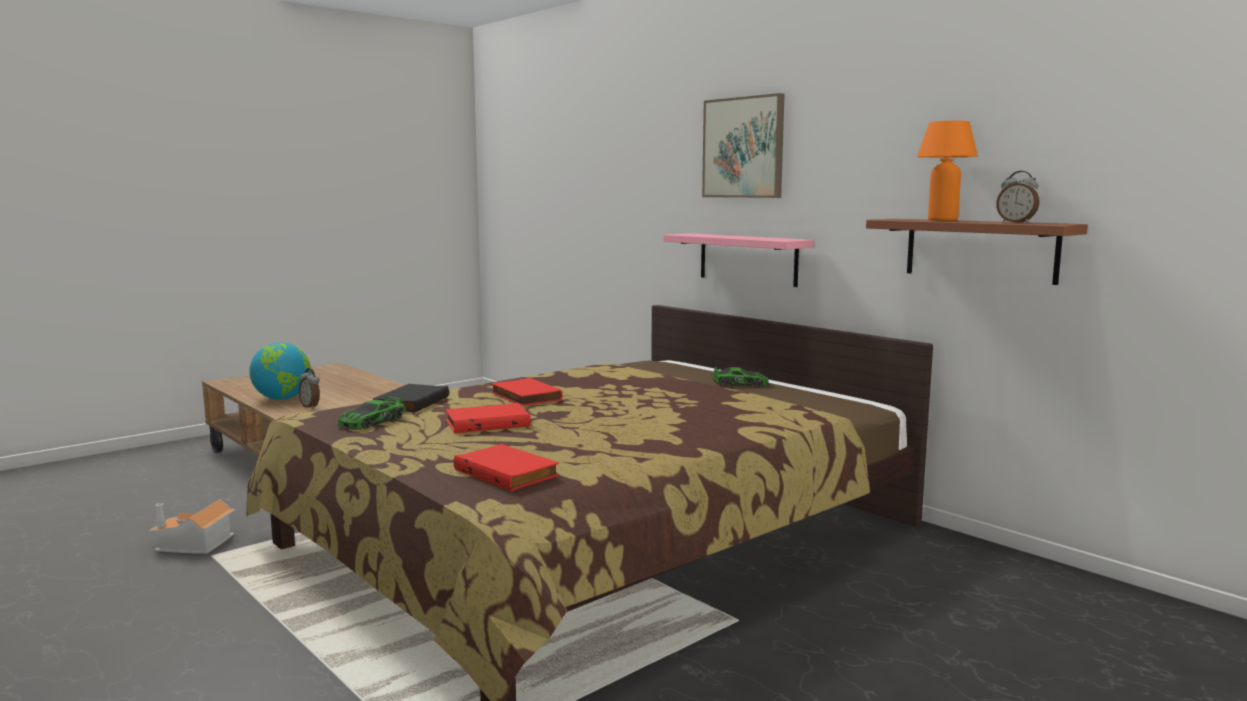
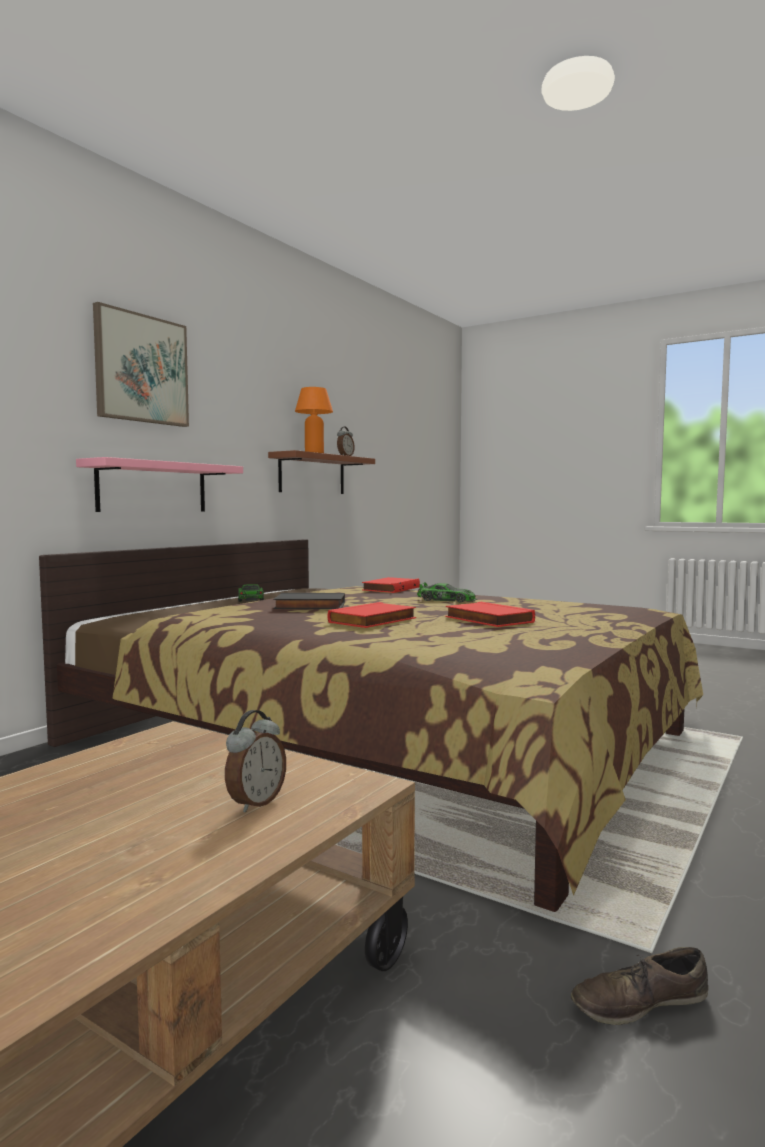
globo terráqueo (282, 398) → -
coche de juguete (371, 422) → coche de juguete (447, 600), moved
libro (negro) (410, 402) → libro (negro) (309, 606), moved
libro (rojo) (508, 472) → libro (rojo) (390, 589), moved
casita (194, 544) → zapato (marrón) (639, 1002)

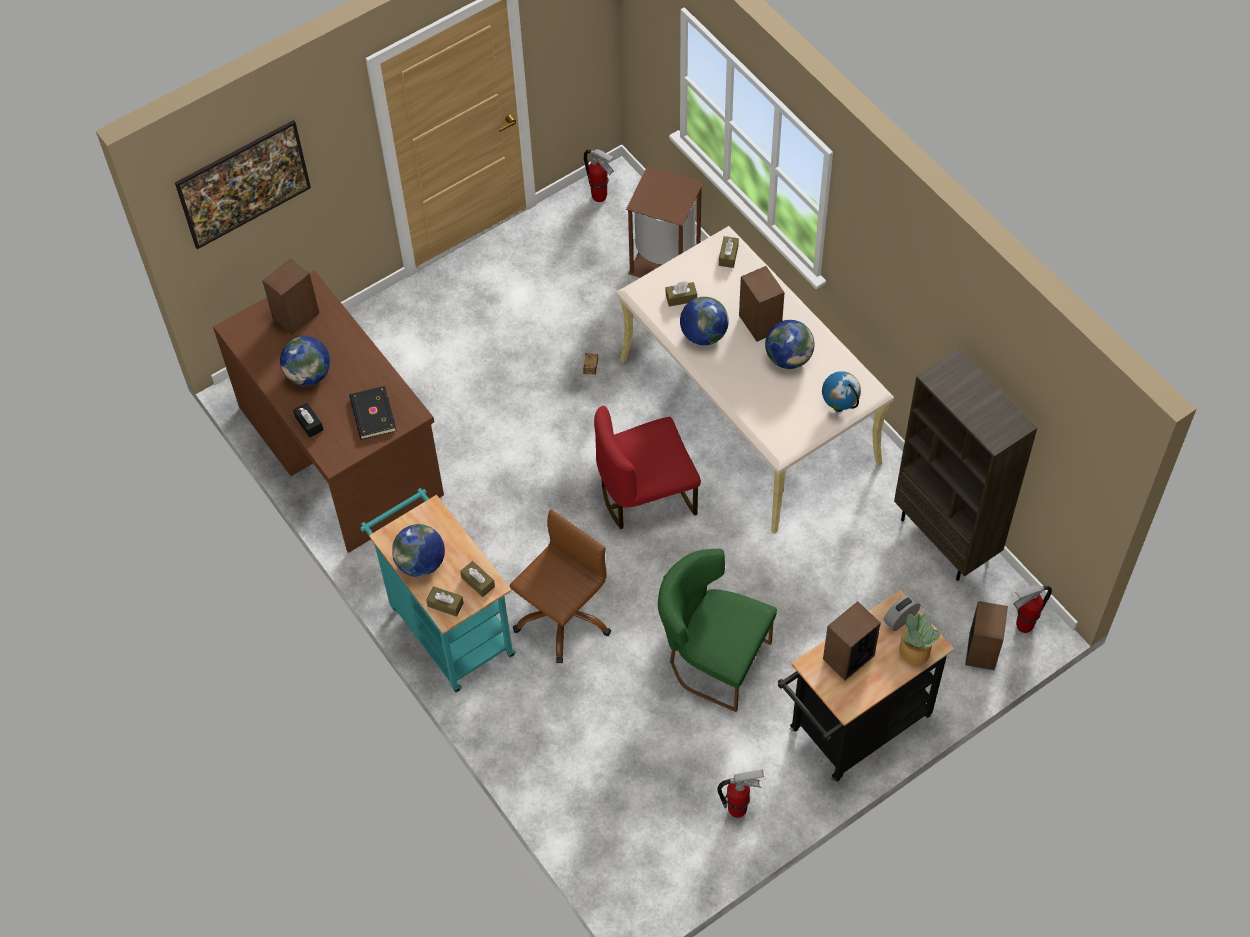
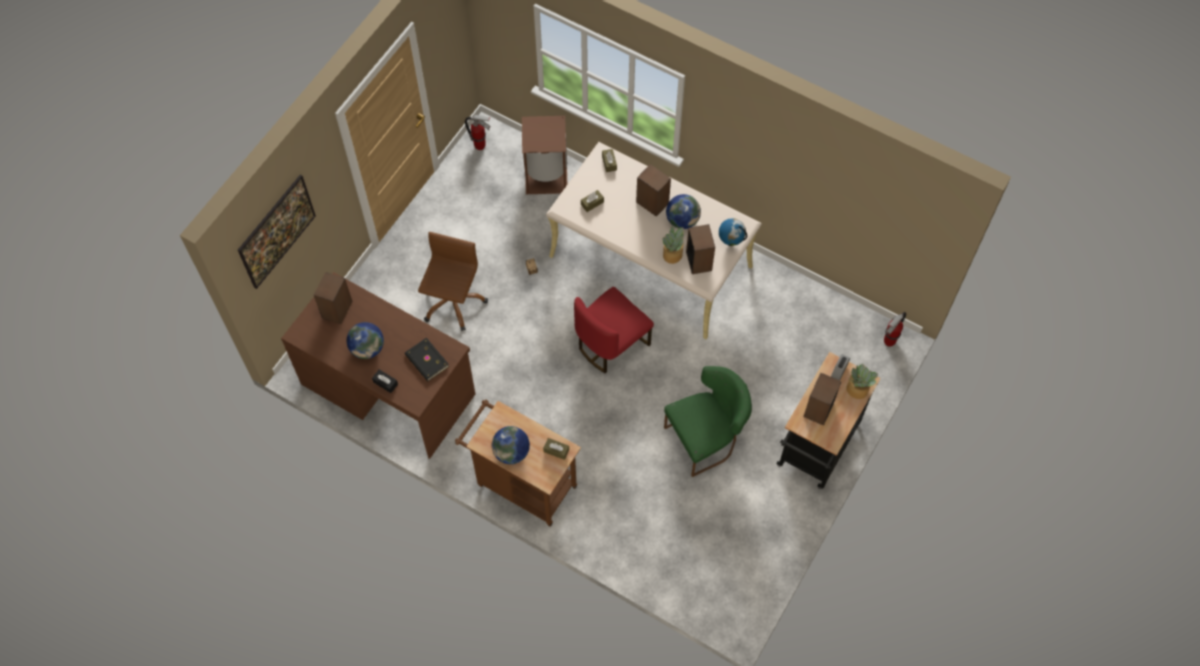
caja de pañuelos (marrón) (445, 604) → -
globo terráqueo (703, 335) → -
extintor (738, 810) → -
estantería (marrón) (946, 539) → -
- → planta en maceta (673, 254)
silla de oficina (marrón) (562, 618) → silla de oficina (marrón) (453, 302), moved
altavoz (982, 651) → altavoz (699, 261), moved
carrito (turquesa) (447, 626) → carrito (marrón) (522, 483)
silla (verde) (712, 659) → silla (verde) (706, 438), 150 degrees clockwise

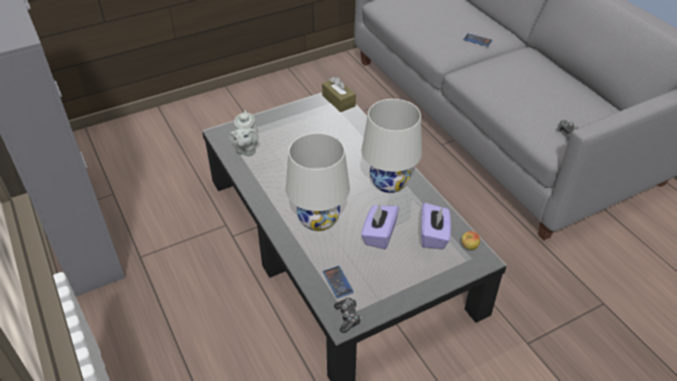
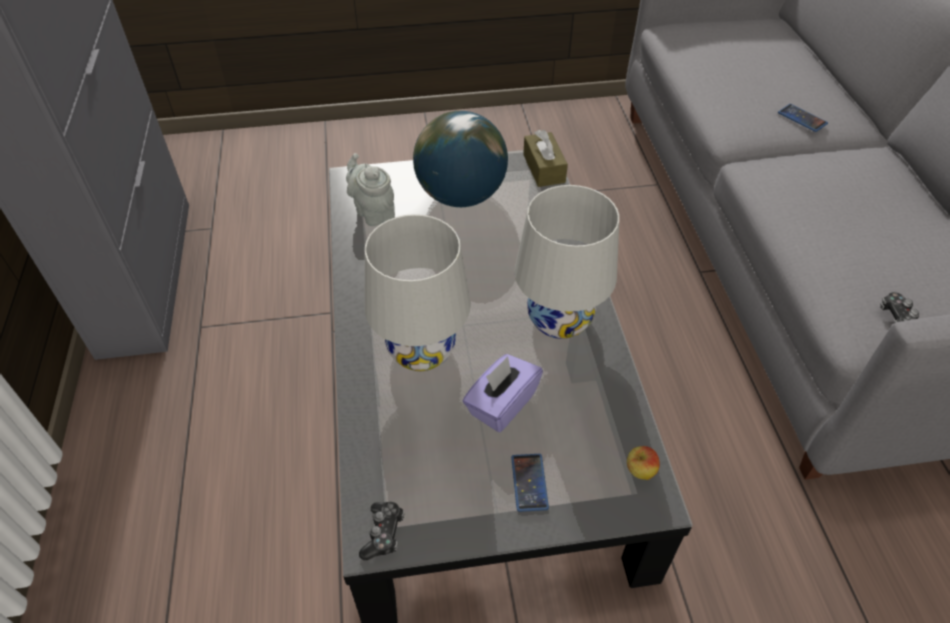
caja de pañuelos (morado) (434, 235) → -
- → globo terráqueo (462, 196)
móvil (338, 282) → móvil (529, 482), moved
tetera (gris) (246, 149) → tetera (gris) (373, 211), 120 degrees clockwise

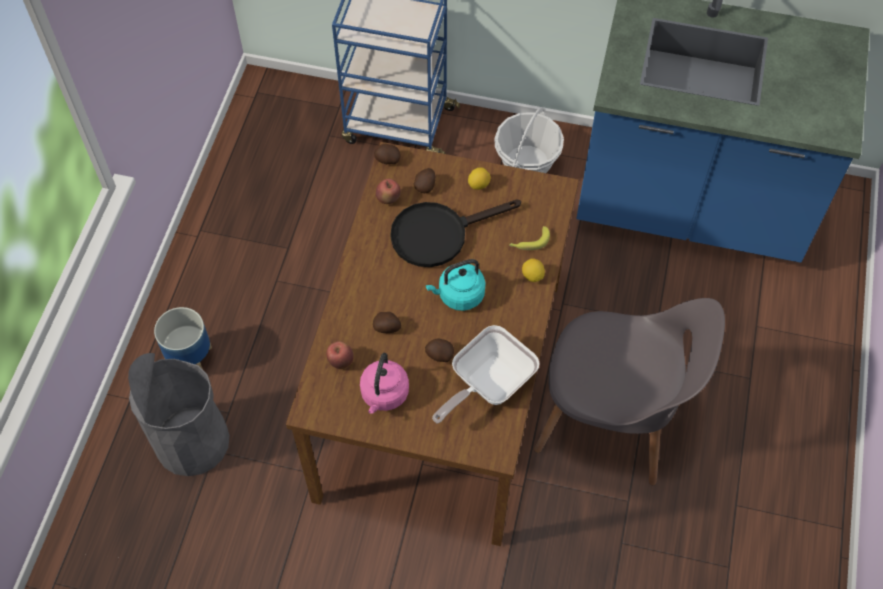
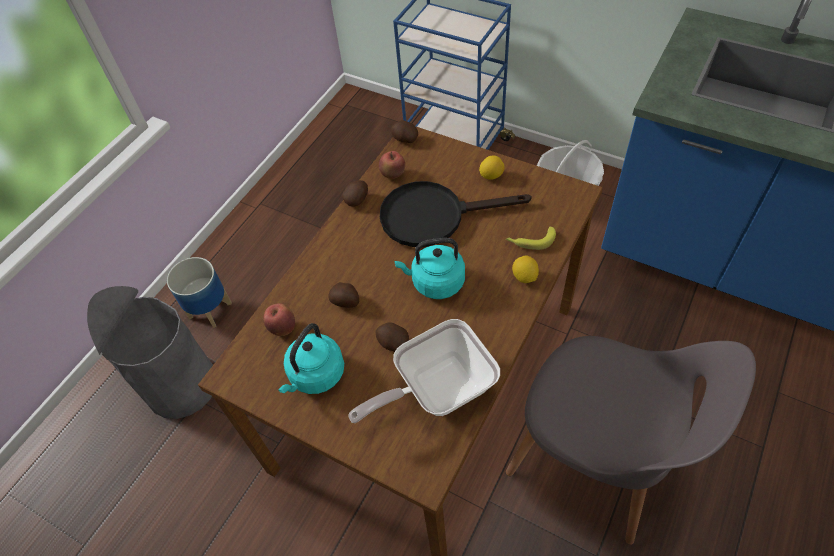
patata (425, 186) → patata (357, 200), moved
hervidor (rosa) (384, 395) → hervidor (turquesa) (315, 375)

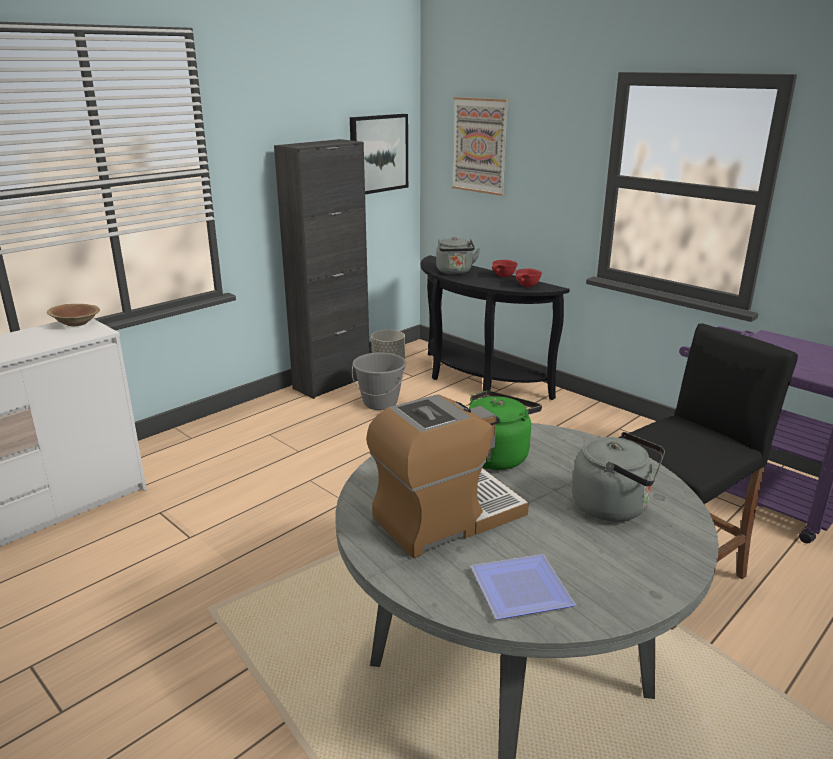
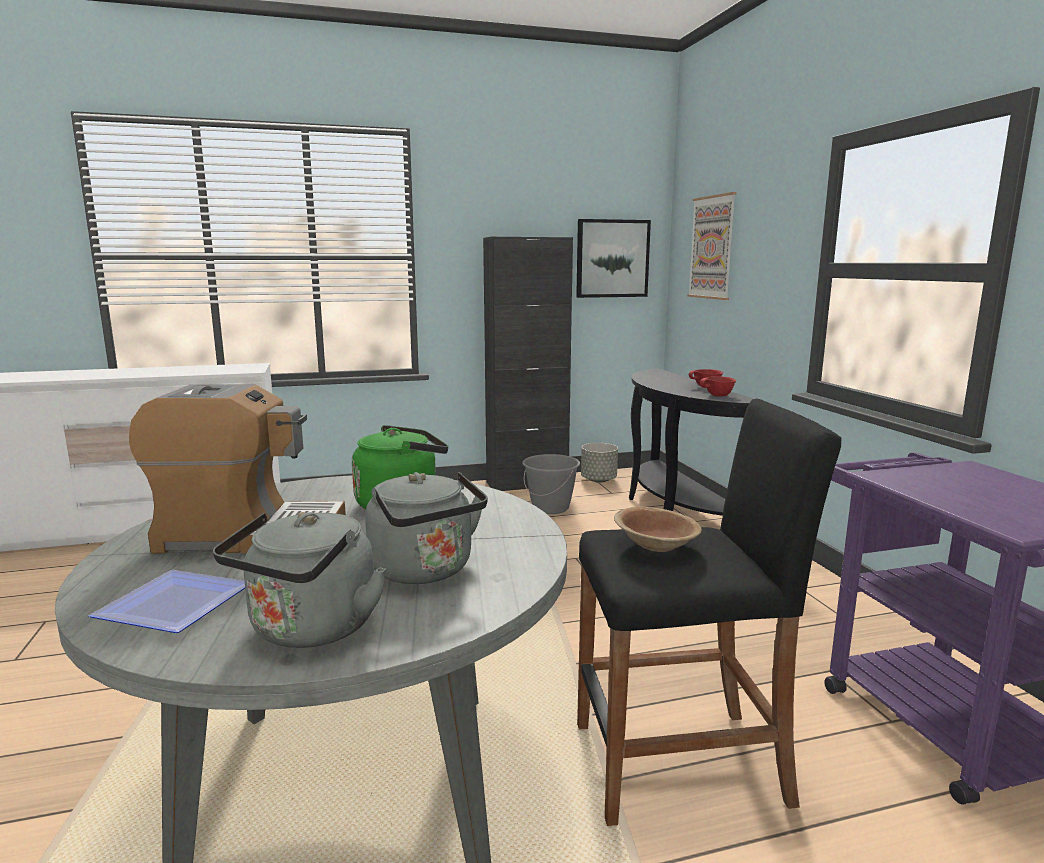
cuenco (marrón) (76, 323) → cuenco (marrón) (656, 546), moved
hervidor (gris) (455, 272) → hervidor (gris) (310, 630), moved

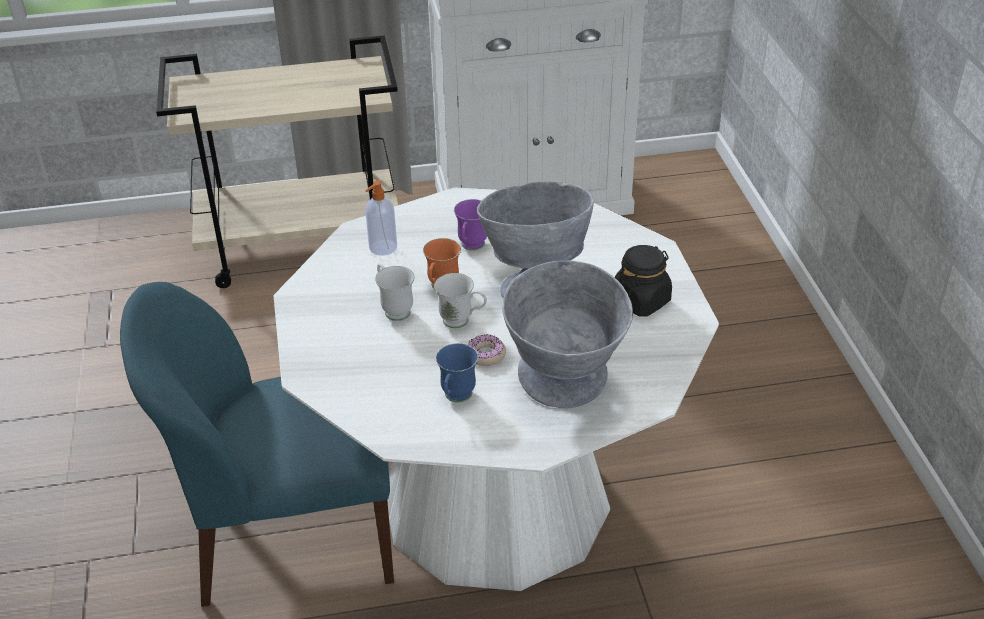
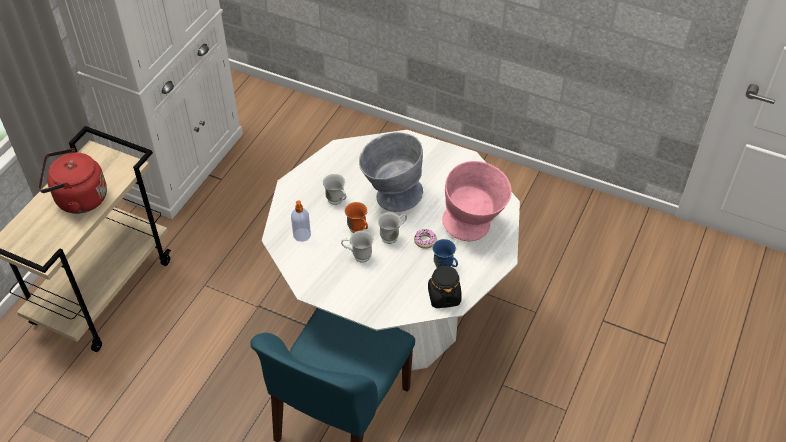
- → hervidor (rojo) (78, 199)
tarro (negro) (641, 301) → tarro (negro) (444, 296), moved
taza grande (morado) (471, 247) → taza grande (blanco) (337, 202)
cuenco (gris) (564, 390) → cuenco (rosa) (474, 228)

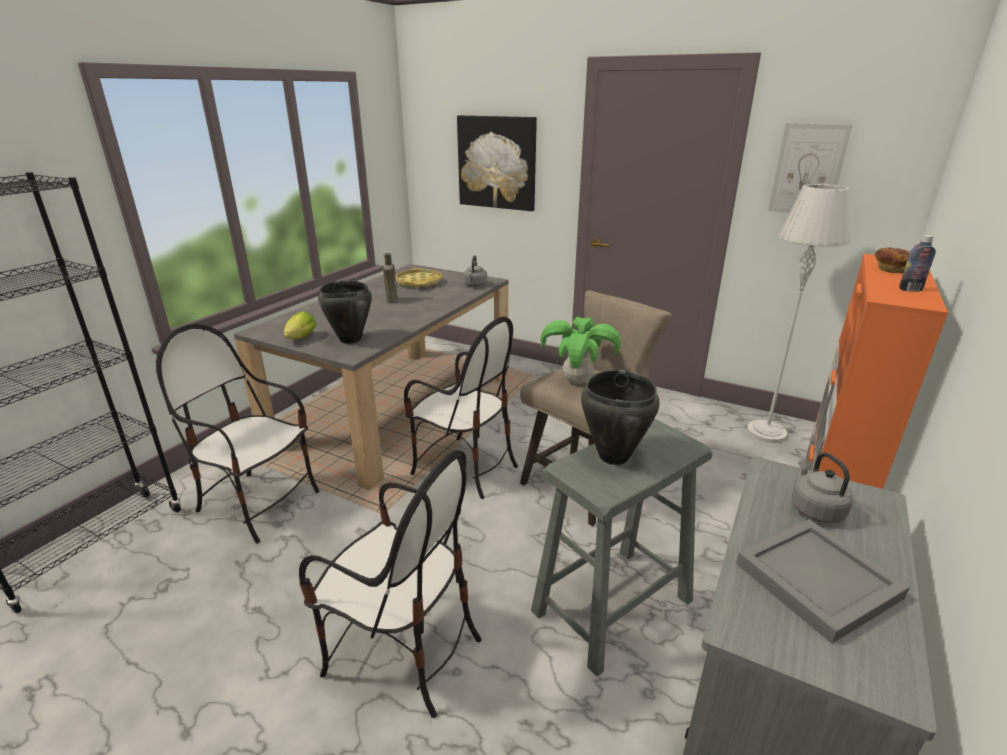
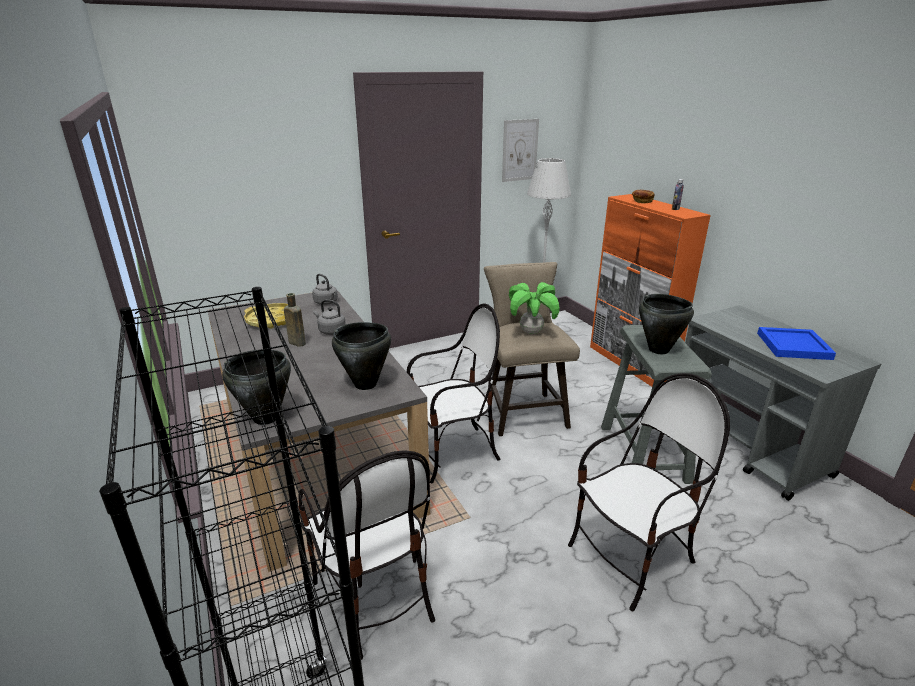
lechuga (300, 339) → -
cuadro (497, 162) → -
- → olla (negro) (266, 418)
hervidor (gris) (815, 509) → hervidor (gris) (331, 331), moved
bandeja (gris) (817, 582) → bandeja (azul) (794, 346)
silla (258, 504) → silla (374, 597), 90 degrees counterclockwise

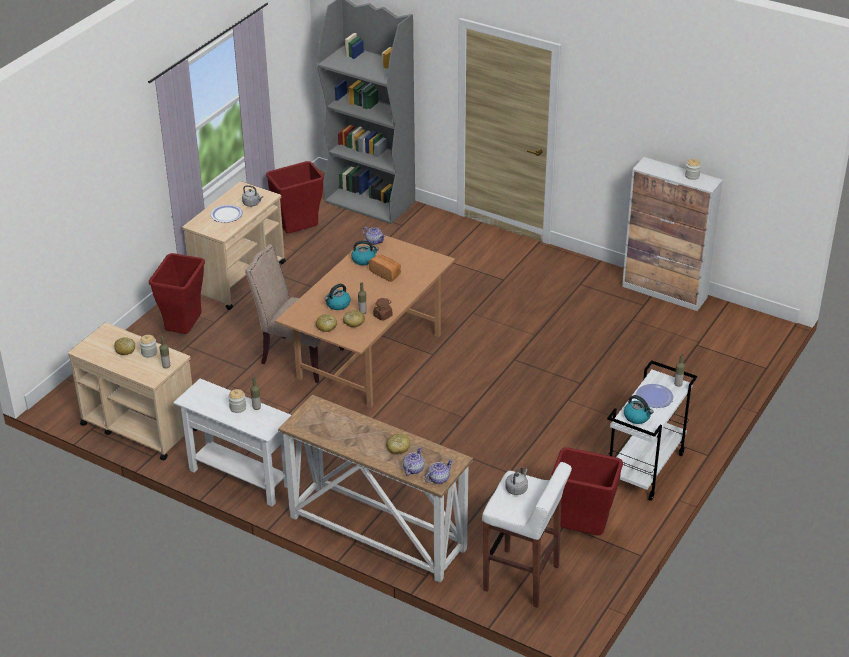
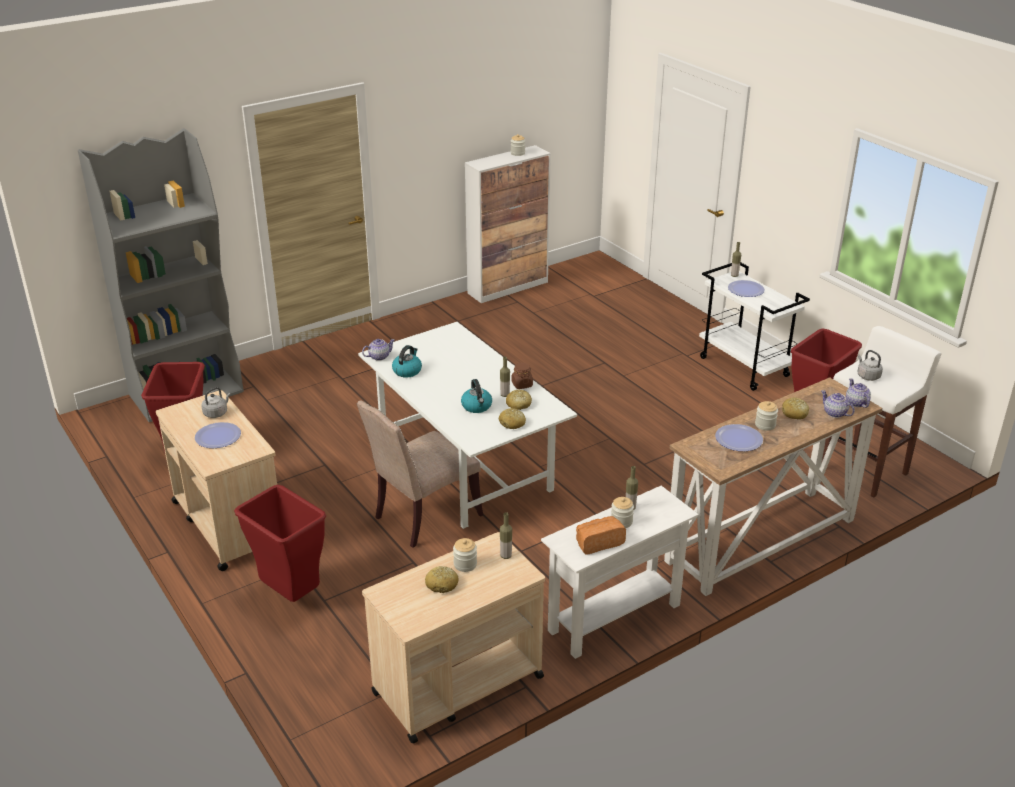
hervidor (637, 417) → -
- → plato (738, 439)
- → tarro (765, 425)
pan (386, 273) → pan (598, 542), moved
mesa de comedor (marrón) (369, 355) → mesa de comedor (blanco) (463, 467)

